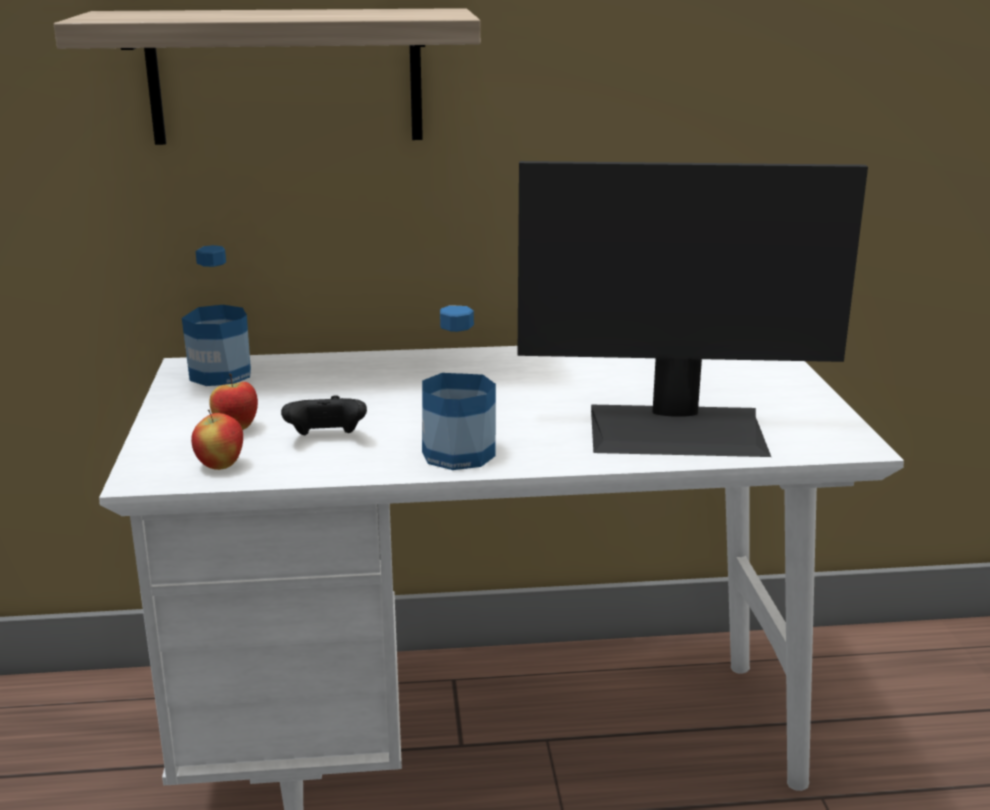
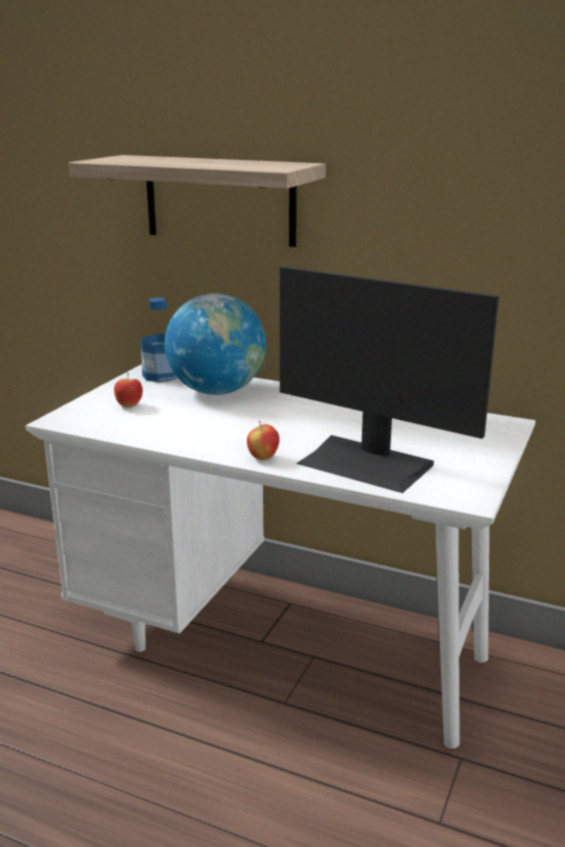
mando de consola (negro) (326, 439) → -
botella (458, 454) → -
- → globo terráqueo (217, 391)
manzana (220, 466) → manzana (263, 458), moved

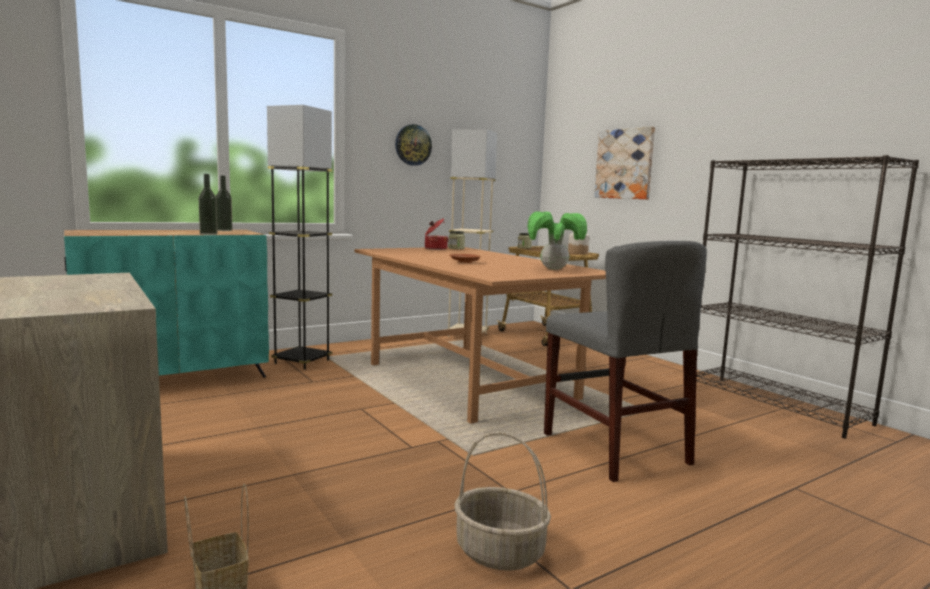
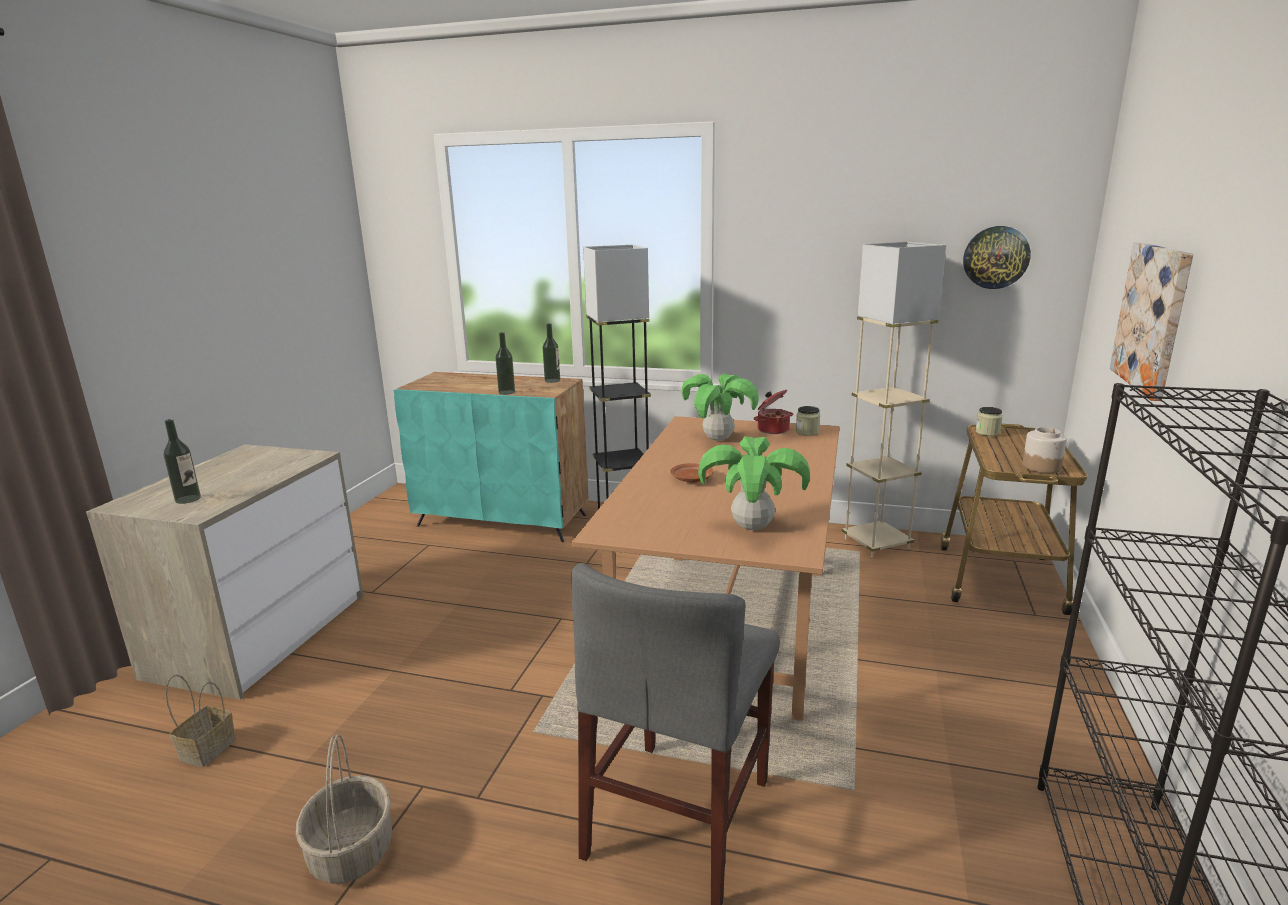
- → botella (188, 499)
- → planta en maceta (718, 439)
reloj de pared (413, 145) → reloj de pared (996, 257), moved

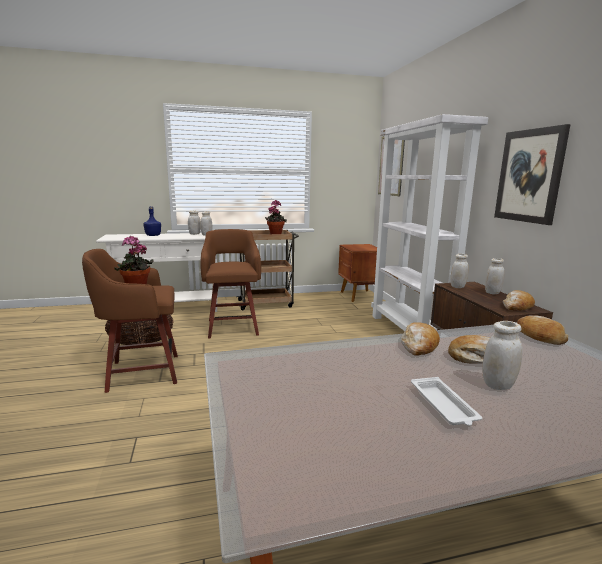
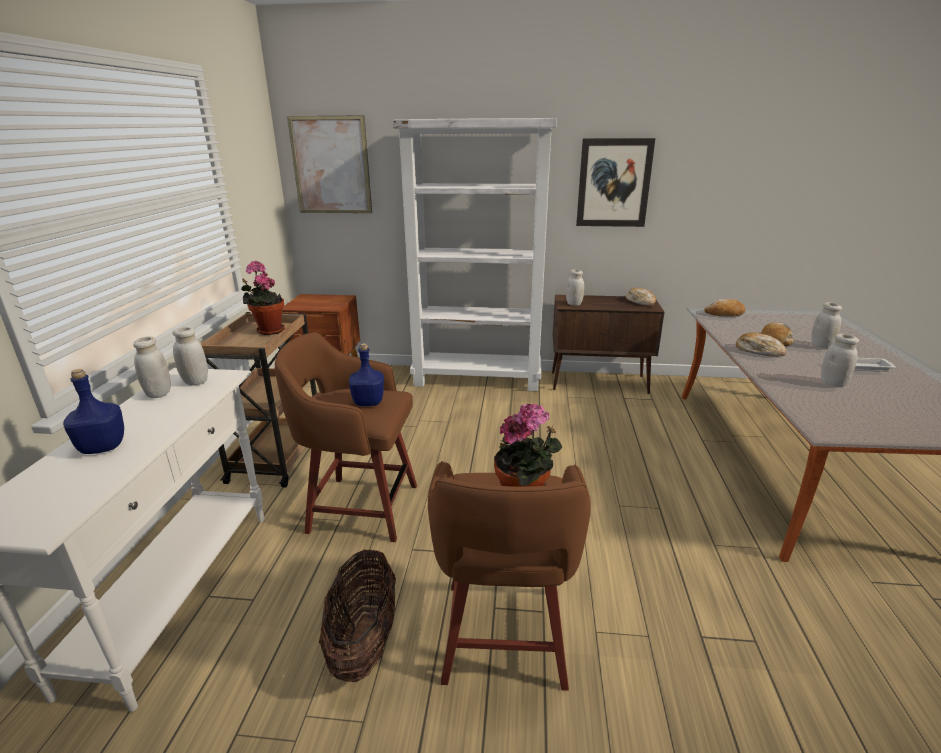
- → botella (azul) (368, 402)
tarro (blanco) (492, 293) → tarro (blanco) (833, 383), moved

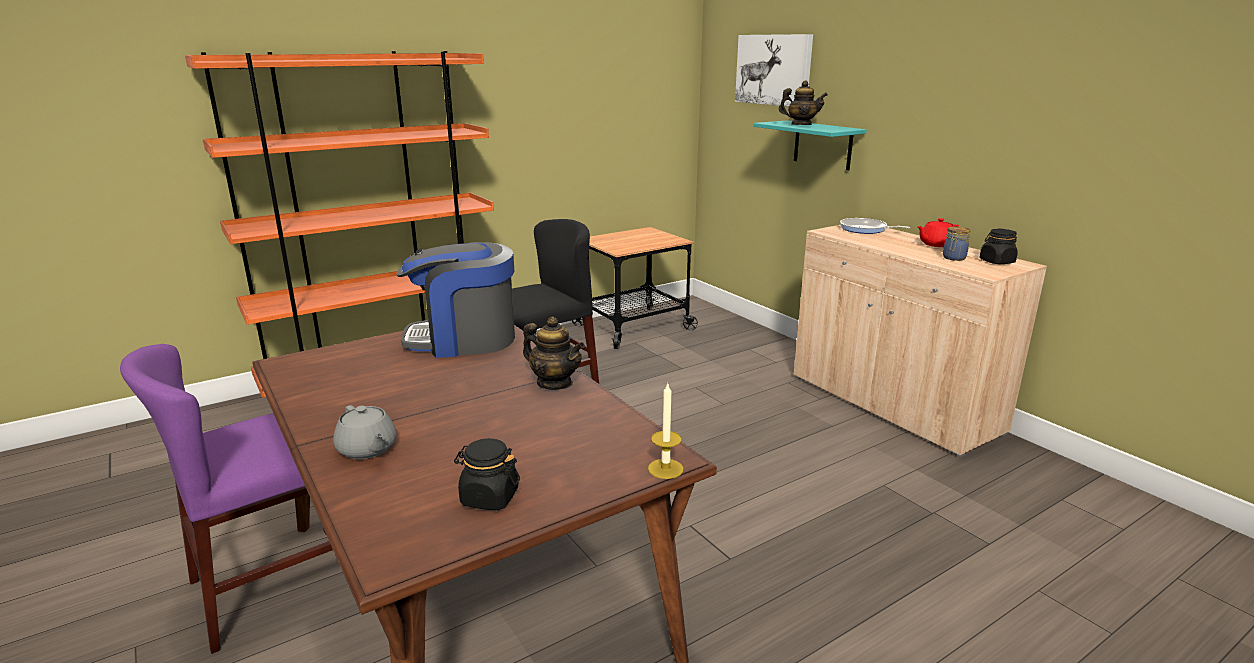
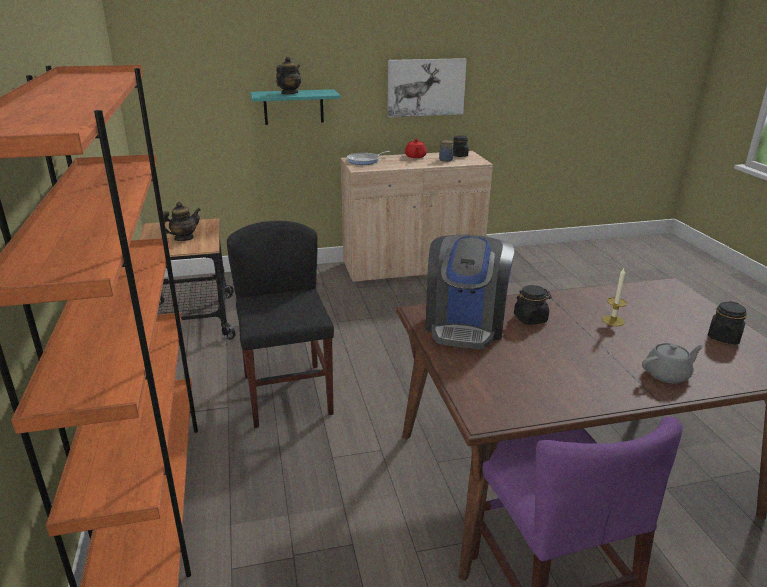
- → tarro (negro) (530, 319)
tetera (554, 383) → tetera (183, 238), moved
vela (665, 469) → vela (613, 320), moved
cuadro (774, 70) → cuadro (425, 87), moved

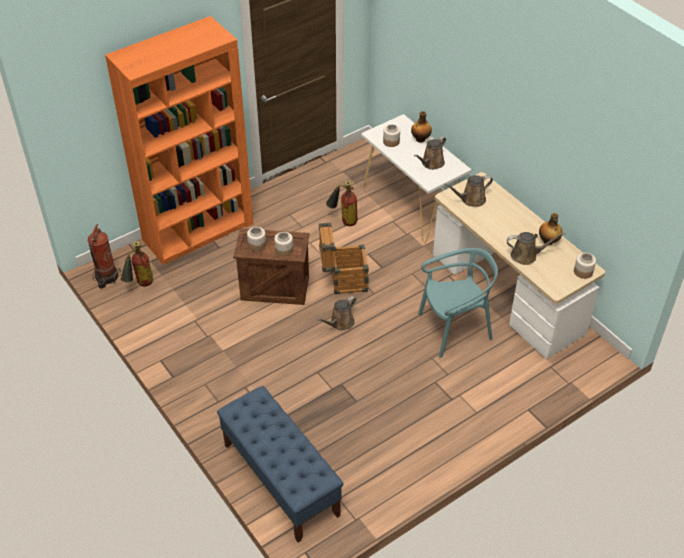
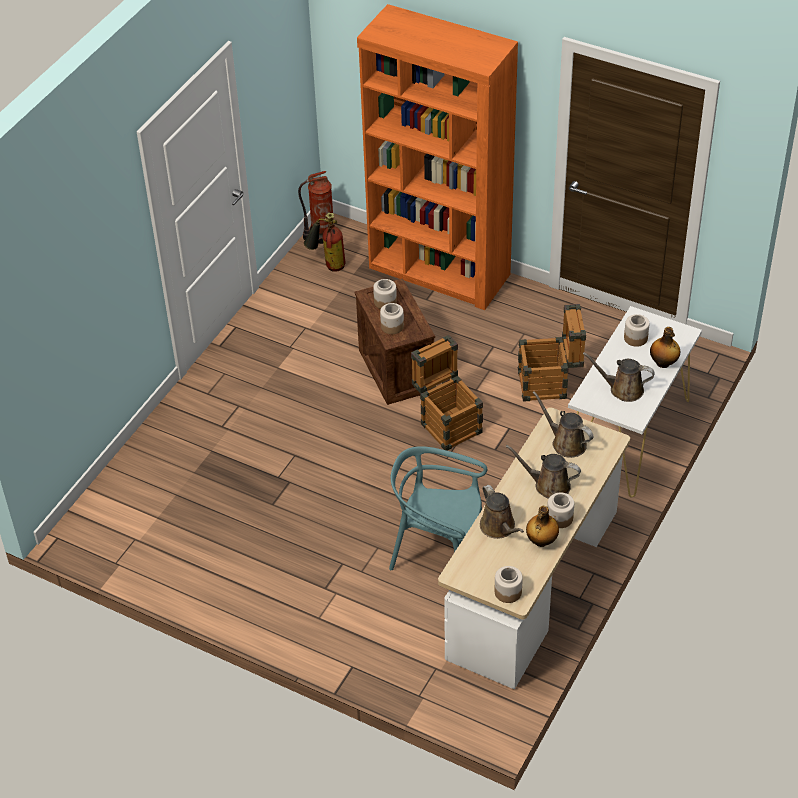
banco (azul) (280, 479) → -
- → tarro (560, 518)
regadera (marrón) (340, 323) → regadera (marrón) (548, 485), moved
extintor (343, 220) → caja de embalaje (549, 384)
silla (turquesa) (454, 329) → silla (turquesa) (438, 553), 150 degrees clockwise

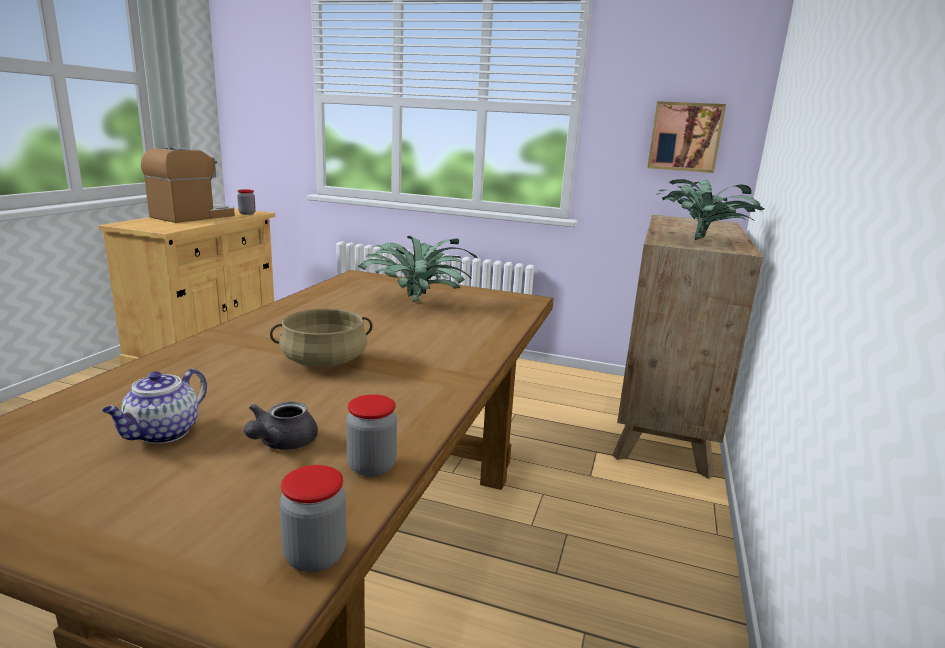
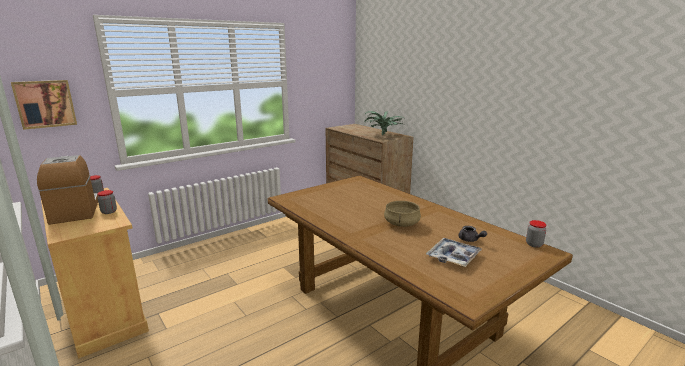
planta en maceta (418, 303) → -
tarro (371, 466) → tarro (109, 212), moved
cuadro (685, 137) → cuadro (45, 103), moved
tetera (163, 434) → bandeja (453, 257)

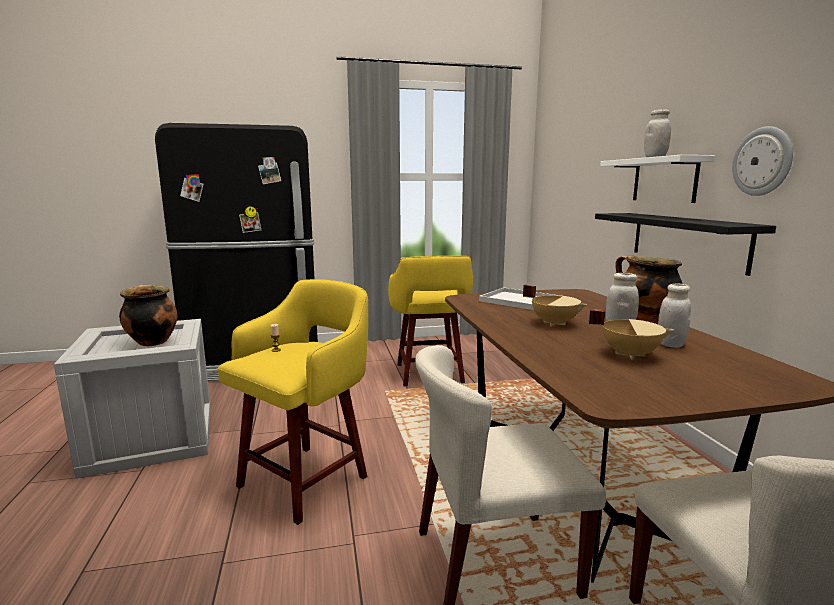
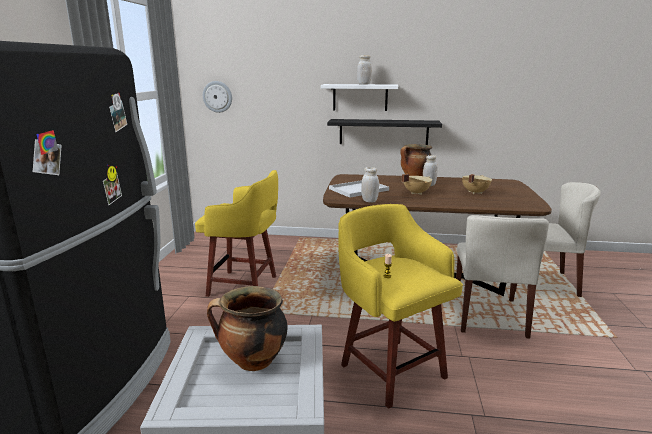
tarro (blanco) (670, 344) → tarro (blanco) (369, 201), moved
reloj de pared (762, 161) → reloj de pared (217, 96), moved

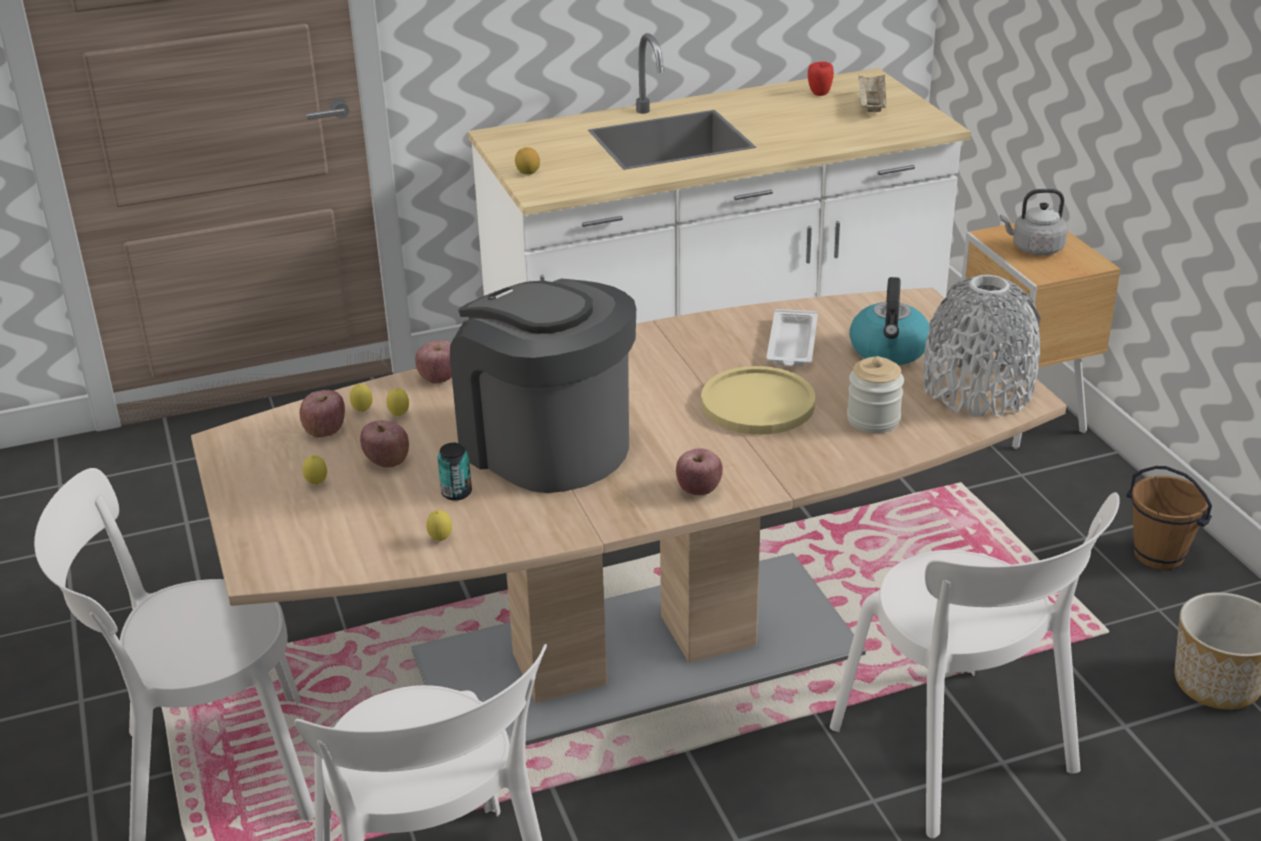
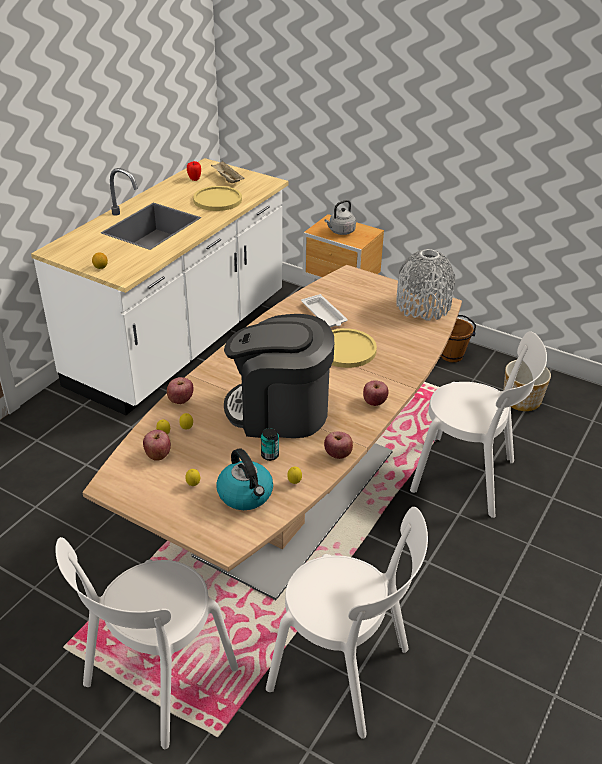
tarro (873, 420) → -
- → plato (amarillo) (217, 200)
manzana (387, 461) → manzana (338, 454), moved
hervidor (889, 351) → hervidor (246, 495), moved

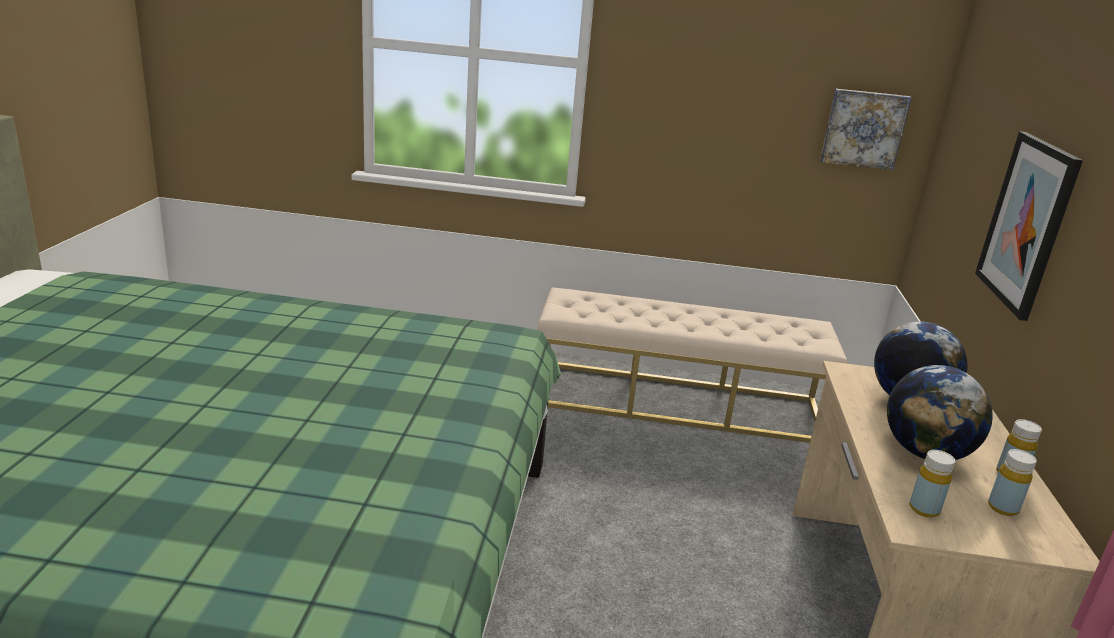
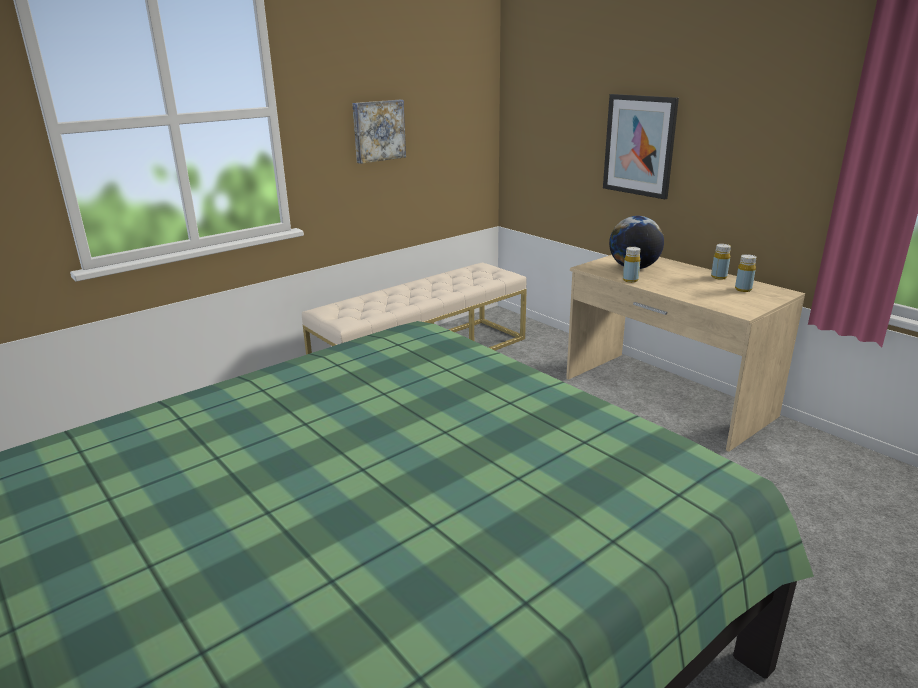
globo terráqueo (926, 453) → -
cuadro (863, 128) → cuadro (378, 130), moved
botella (amarillo) (924, 509) → botella (amarillo) (630, 280), moved

